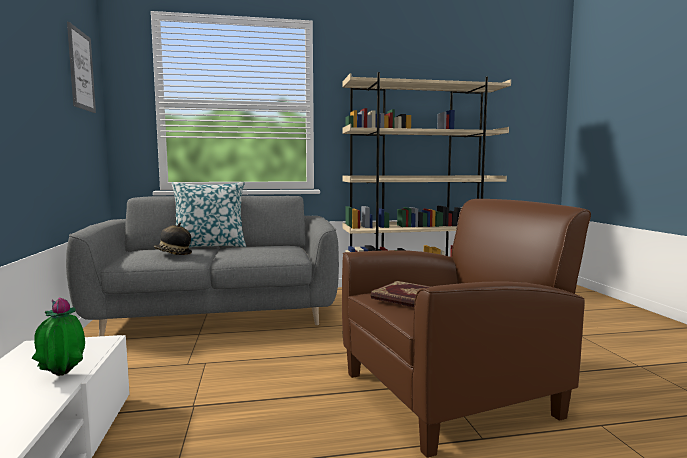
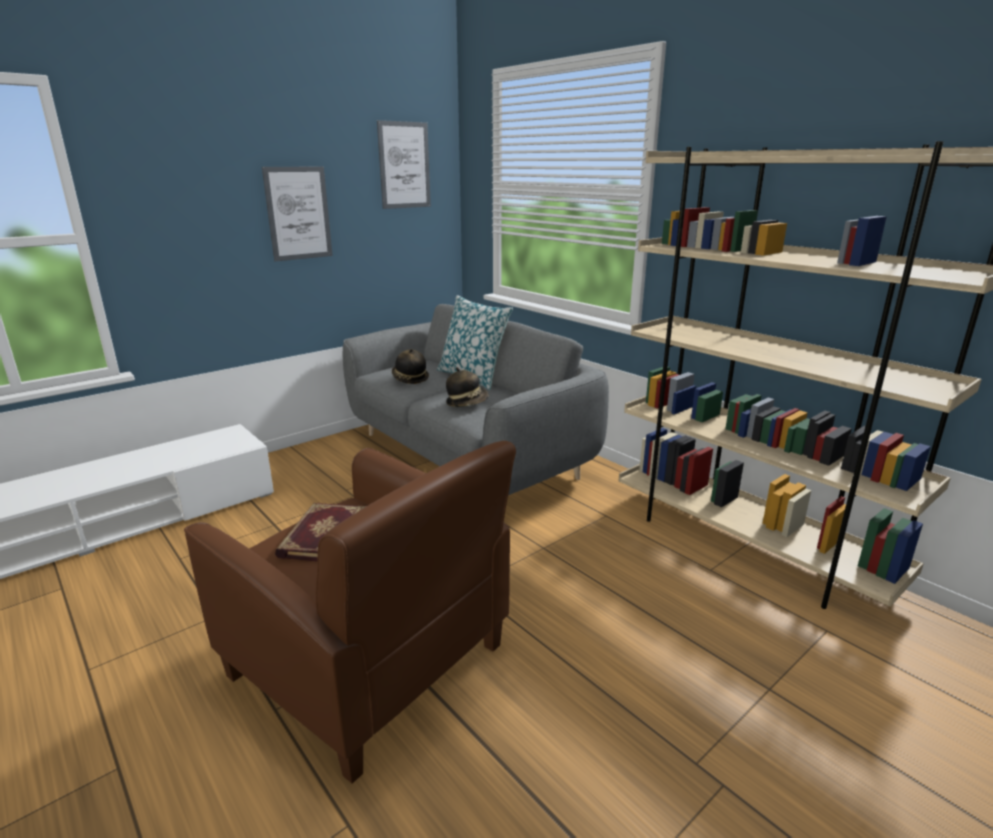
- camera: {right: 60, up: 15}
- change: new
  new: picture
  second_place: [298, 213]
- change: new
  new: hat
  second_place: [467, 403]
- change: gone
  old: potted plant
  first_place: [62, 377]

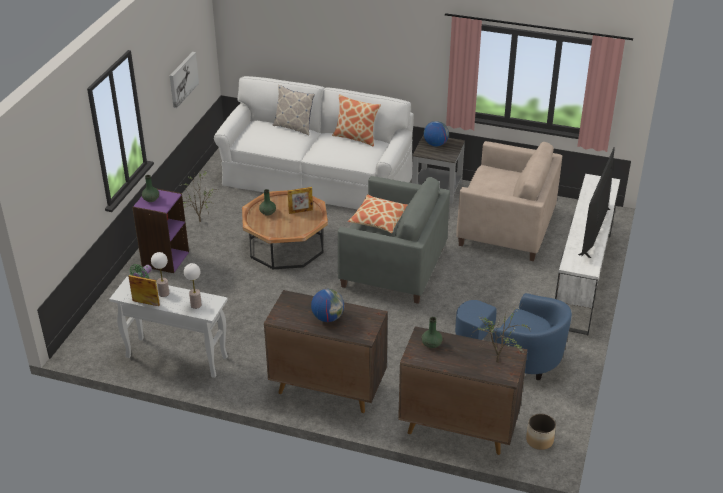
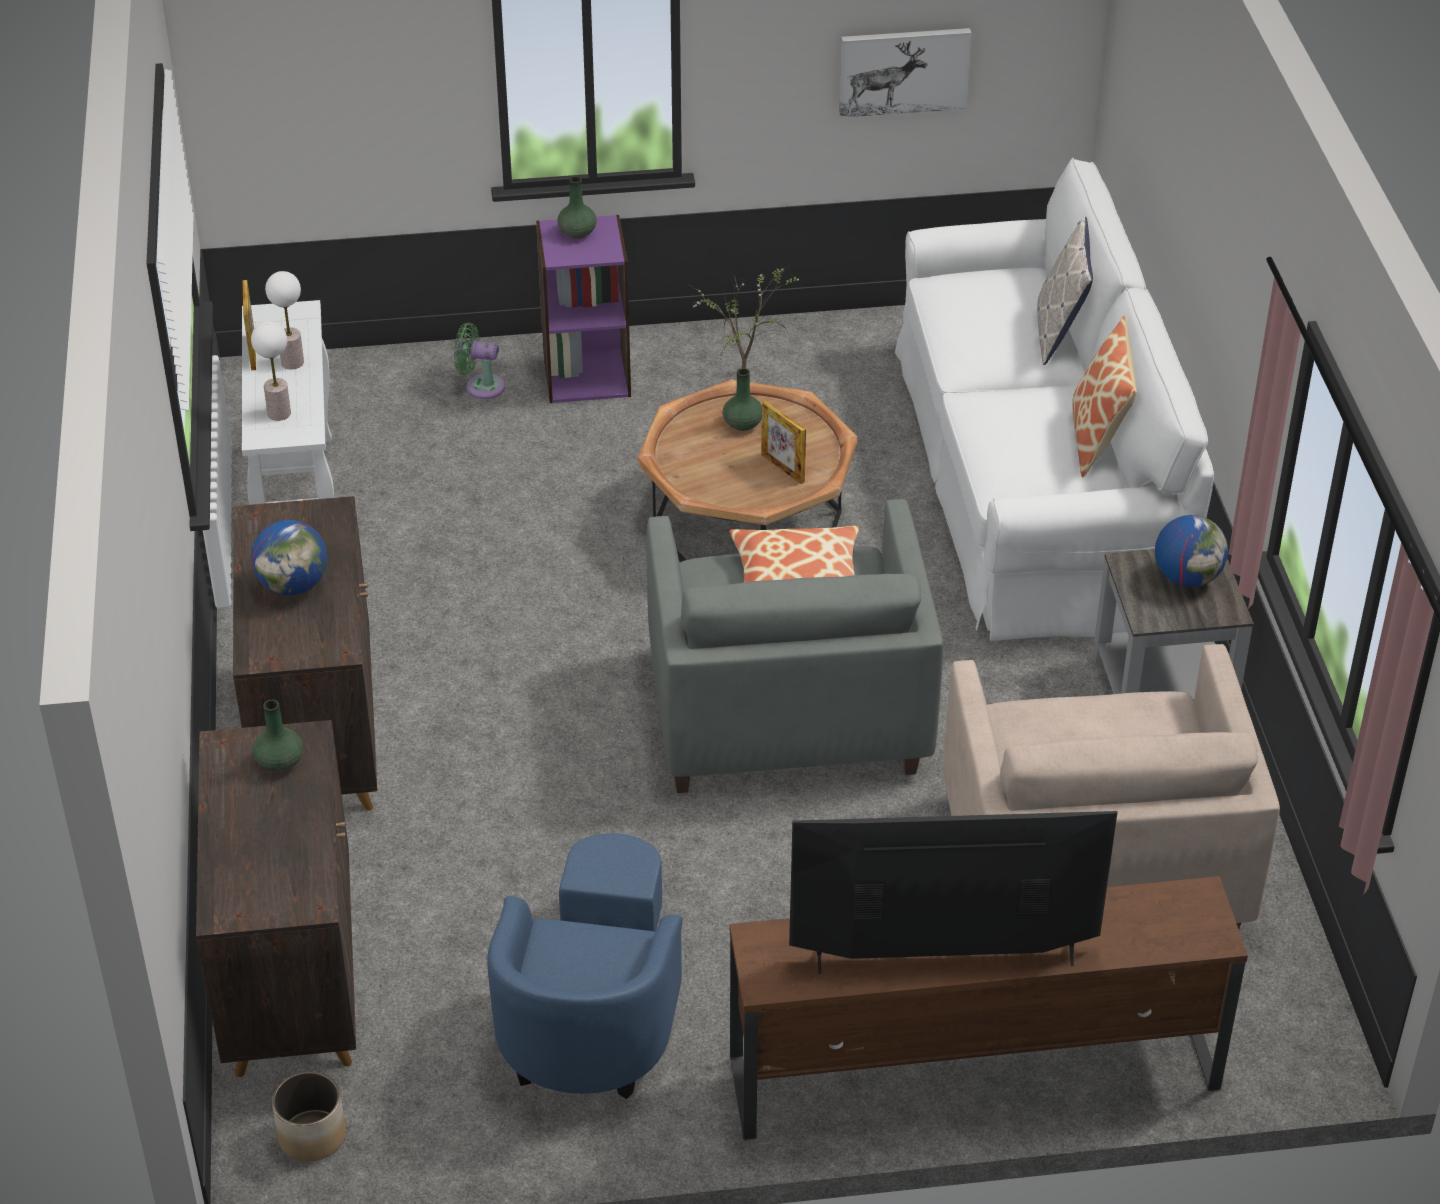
- camera: {right: 65, up: 5}
- change: repainted
  old: tv stand/white
  new: tv stand/brown
  first_place: [581, 279]
  second_place: [971, 1073]
- change: gone
  old: potted plant
  first_place: [497, 363]

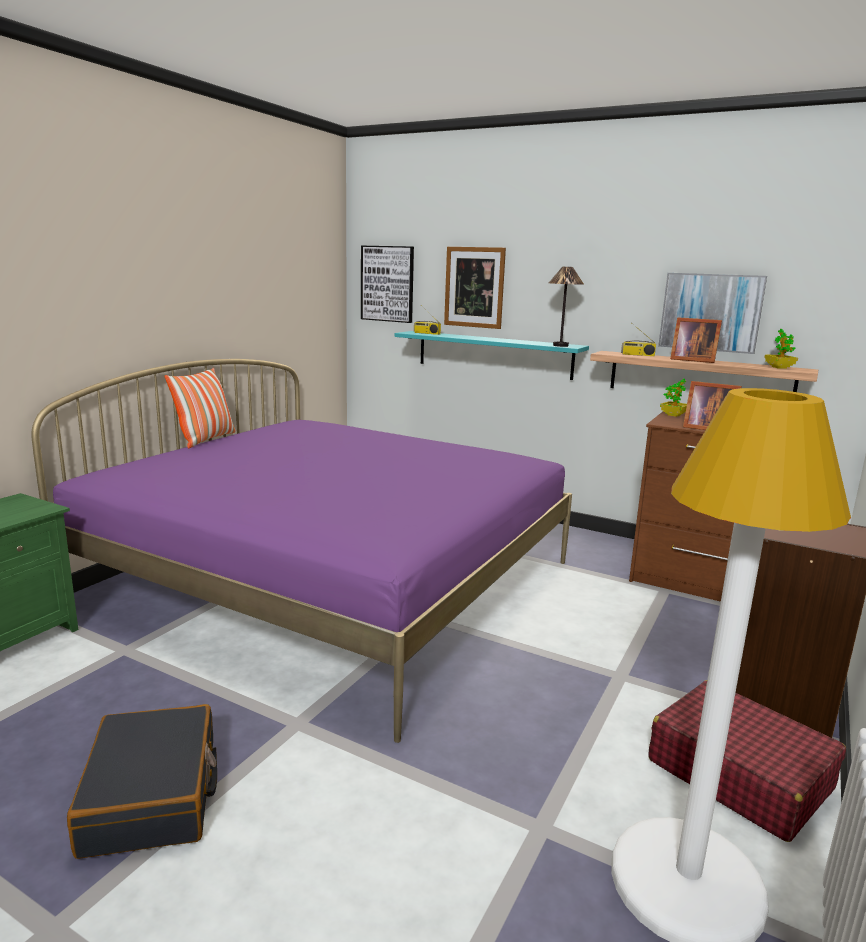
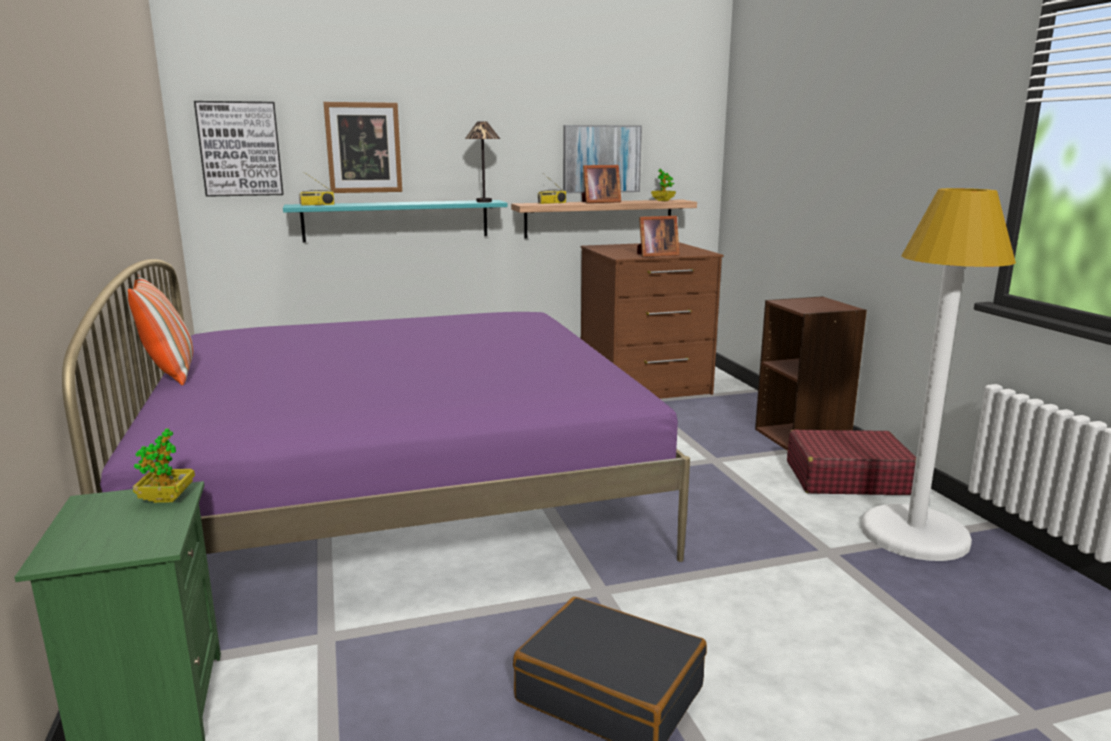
- camera: {right: -45, up: 0}
- change: shifted
  old: potted plant
  first_place: [673, 415]
  second_place: [167, 498]

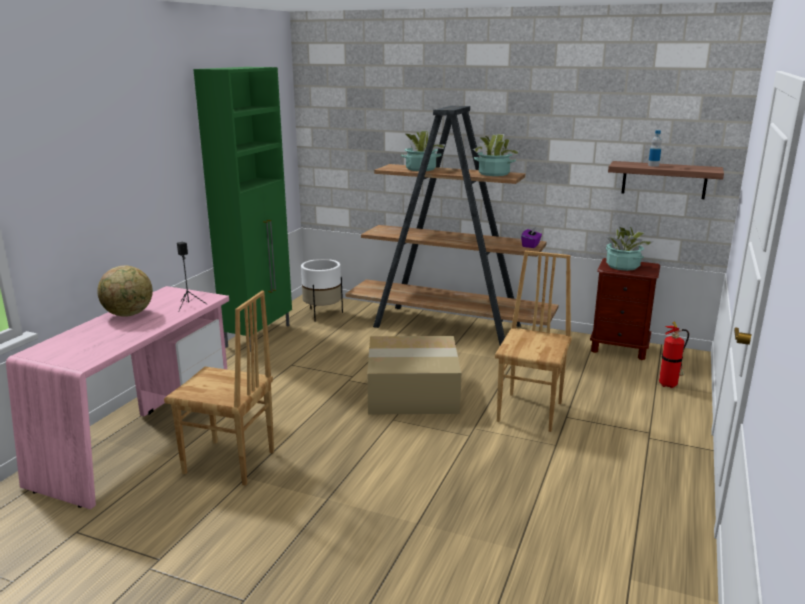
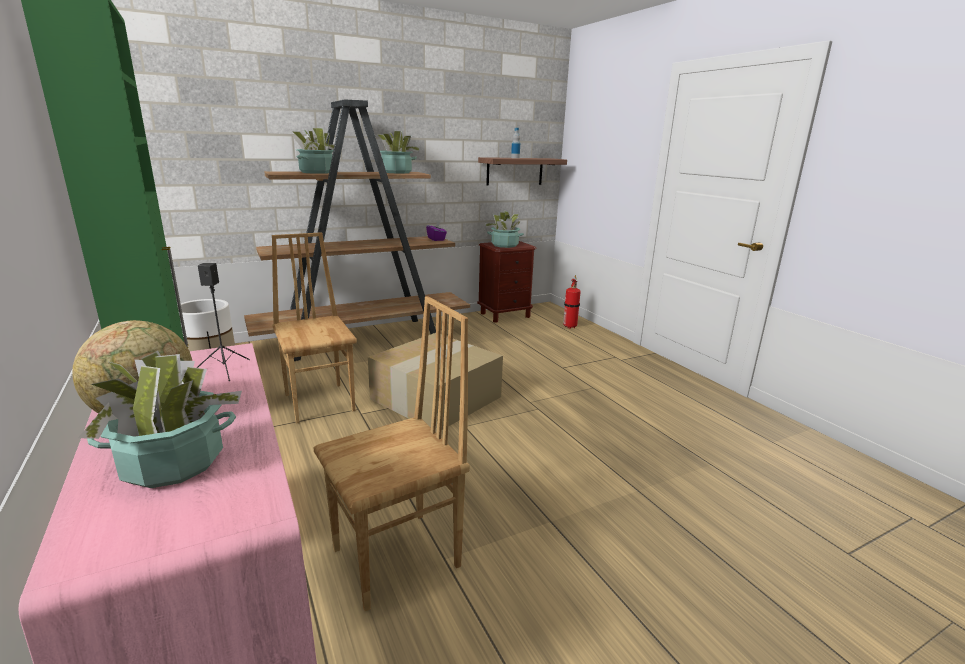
- camera: {right: -50, up: 0}
- change: new
  new: potted plant
  second_place: [172, 463]
- change: shifted
  old: chair/brown
  first_place: [531, 412]
  second_place: [320, 402]

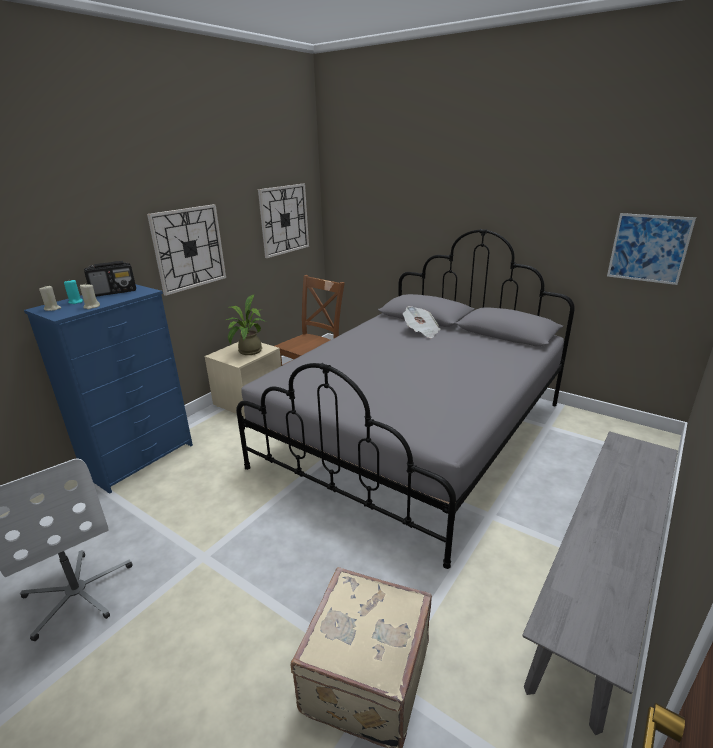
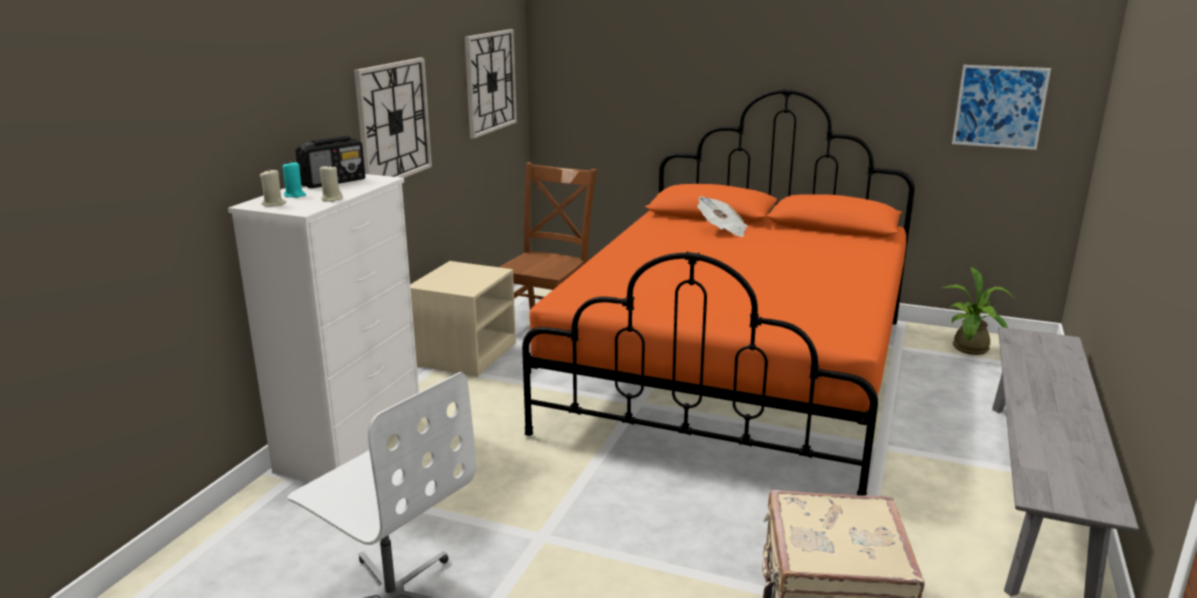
- camera: {right: -15, up: -5}
- change: repainted
  old: dresser/blue
  new: dresser/white
  first_place: [141, 459]
  second_place: [352, 443]
- change: repainted
  old: bed/grey
  new: bed/orange
  first_place: [416, 434]
  second_place: [736, 372]
- change: shifted
  old: potted plant
  first_place: [248, 352]
  second_place: [970, 350]

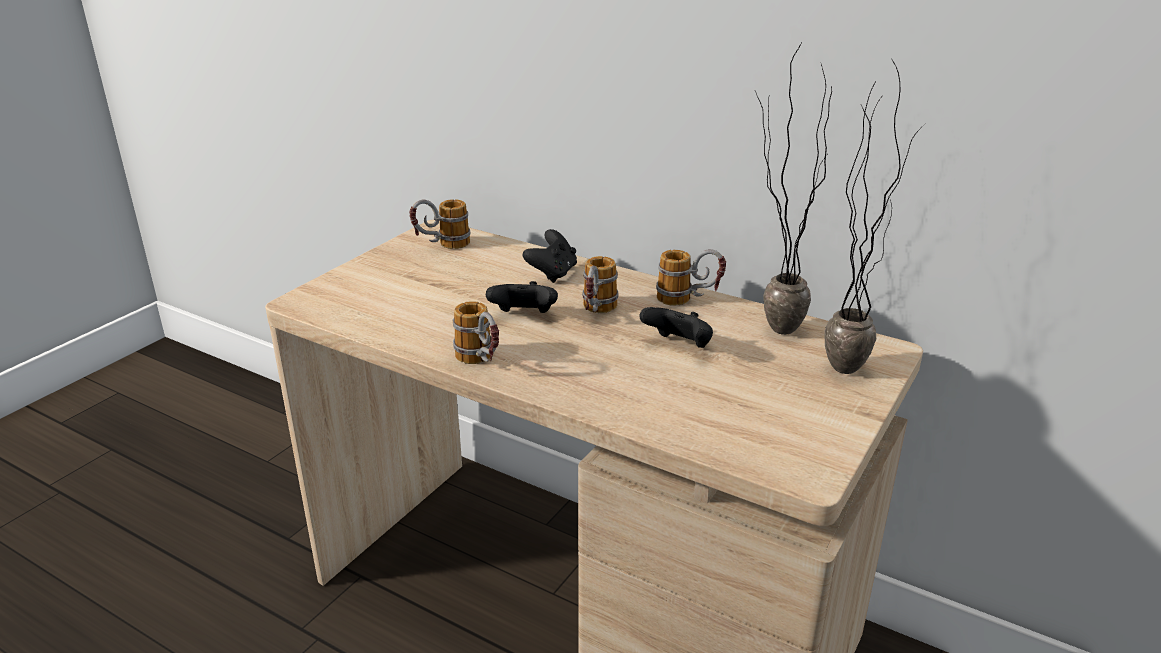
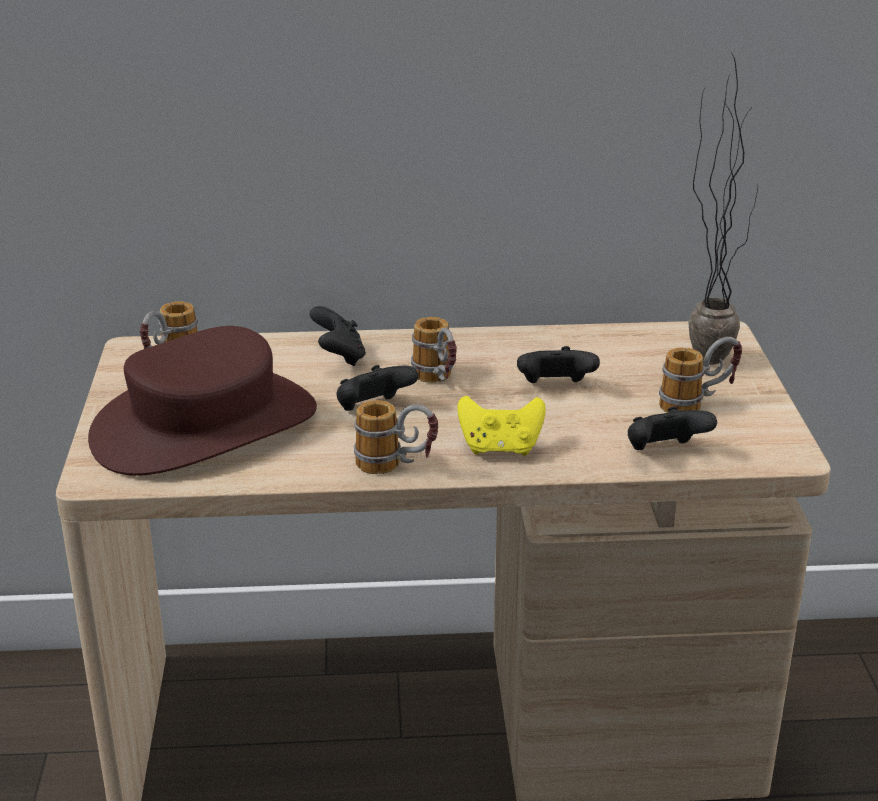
- camera: {right: -35, up: 0}
- change: new
  new: hat/brown
  second_place: [205, 426]
- change: new
  new: game controller/yellow
  second_place: [500, 448]
- change: new
  new: game controller/black
  second_place: [664, 452]
- change: shifted
  old: mug
  first_place: [689, 300]
  second_place: [697, 404]
- change: gone
  old: potted plant
  first_place: [768, 328]

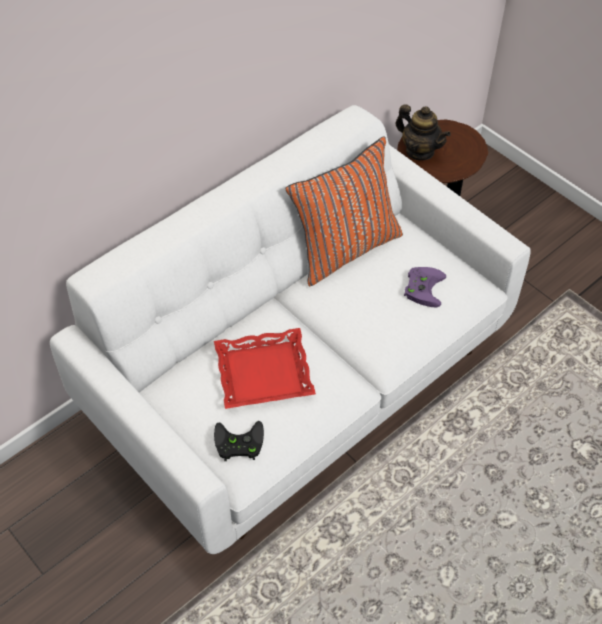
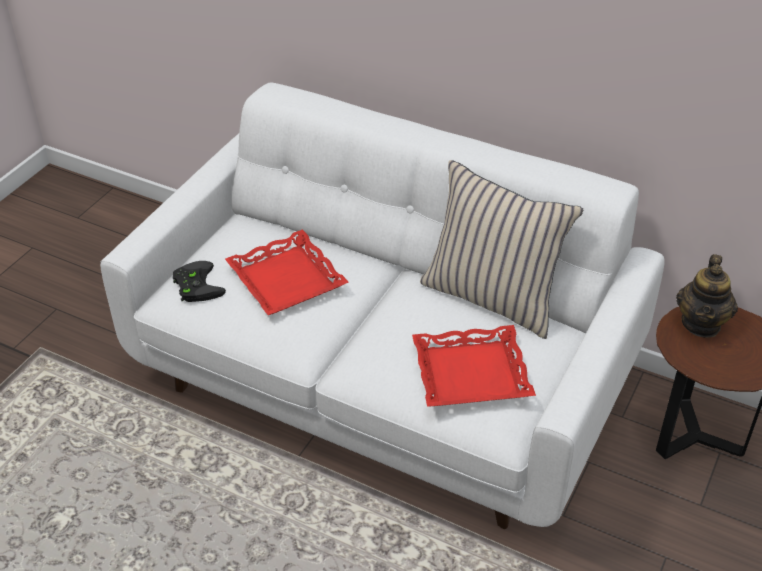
- camera: {right: 70, up: -10}
- change: swapped
  old: game controller/purple
  new: tray/red
  first_place: [422, 287]
  second_place: [471, 373]
- change: repainted
  old: pillow/orange
  new: pillow/beige
  first_place: [345, 248]
  second_place: [492, 297]

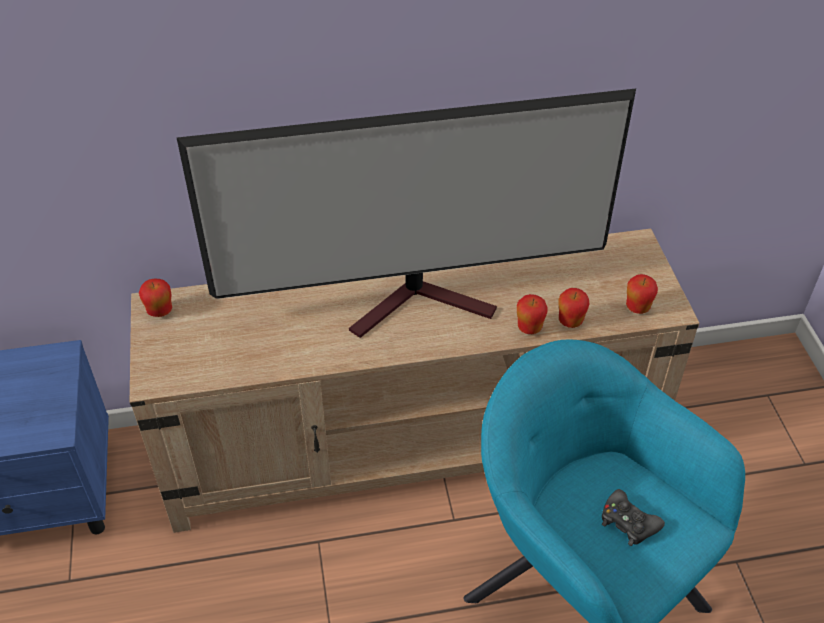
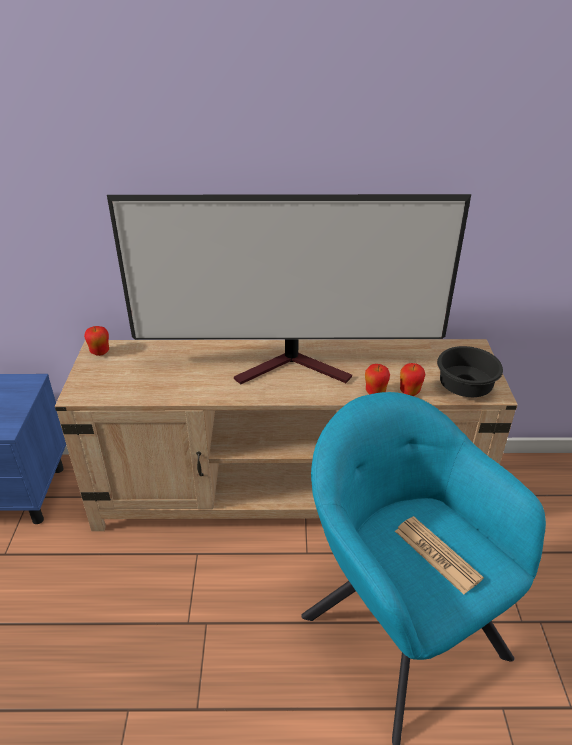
- camera: {right: 10, up: -10}
- change: swapped
  old: game controller/black
  new: newspaper
  first_place: [628, 522]
  second_place: [437, 554]
- change: swapped
  old: apple
  new: bowl/black
  first_place: [637, 308]
  second_place: [466, 388]

